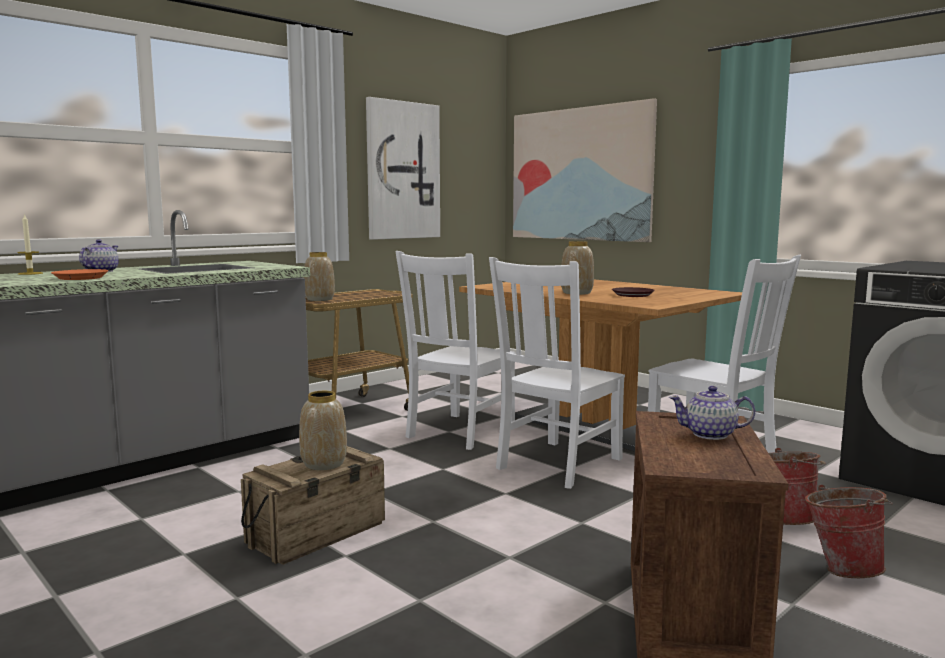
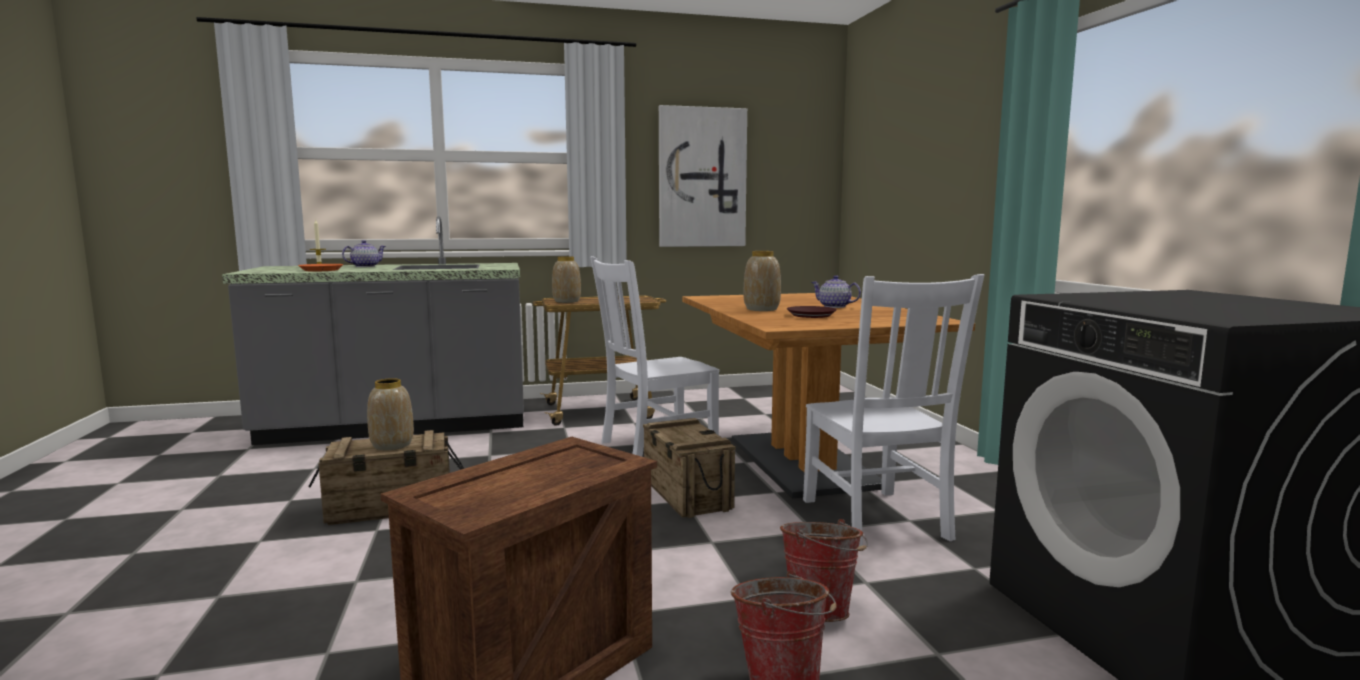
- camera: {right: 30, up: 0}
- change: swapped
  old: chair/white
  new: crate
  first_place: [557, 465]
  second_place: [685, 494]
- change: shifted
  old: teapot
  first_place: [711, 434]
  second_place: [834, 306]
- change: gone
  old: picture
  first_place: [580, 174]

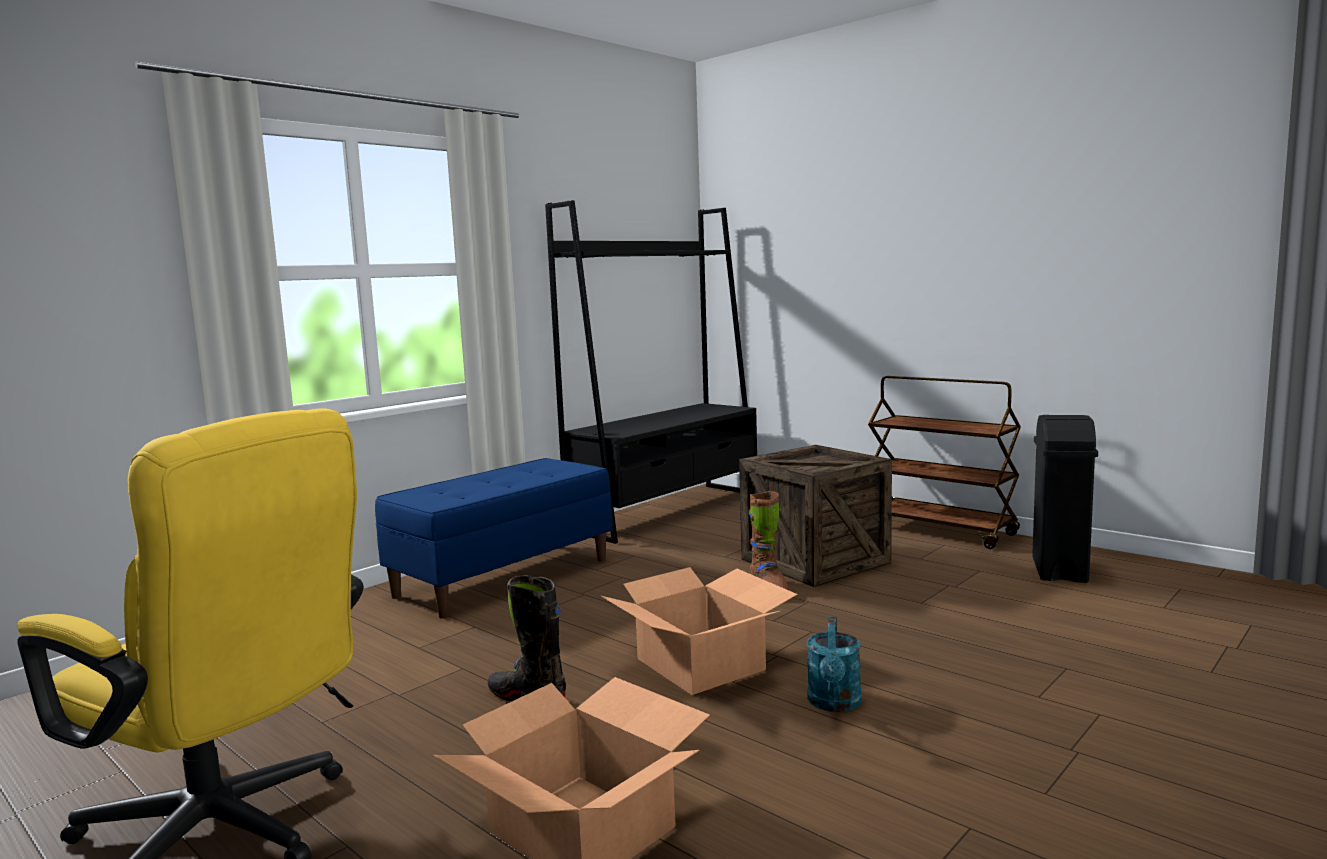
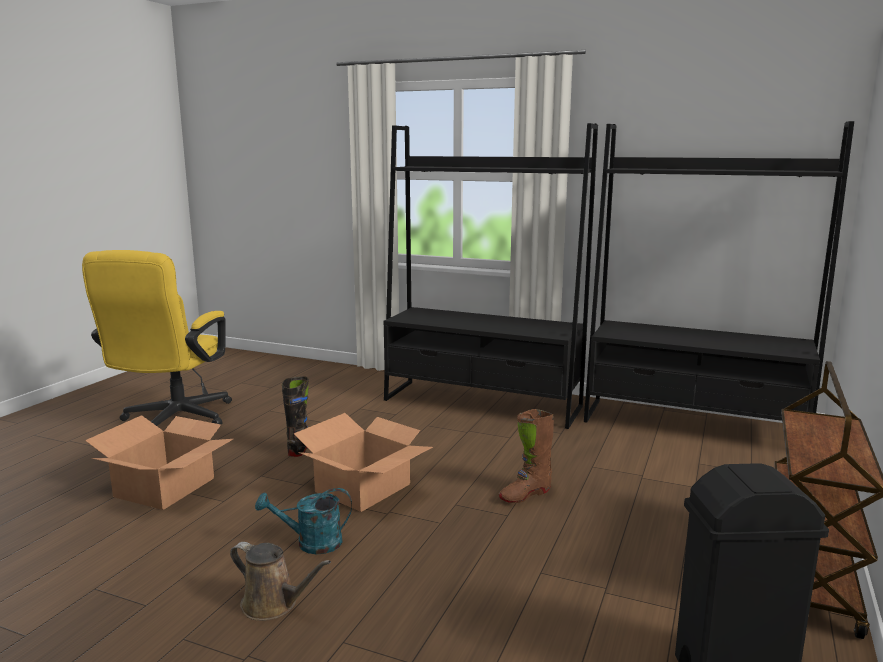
- camera: {right: 70, up: 5}
- change: new
  new: watering can/brown
  second_place: [274, 604]
- change: swapped
  old: bench/blue
  new: bookcase/black
  first_place: [504, 577]
  second_place: [482, 403]
- change: gone
  old: crate
  first_place: [815, 561]

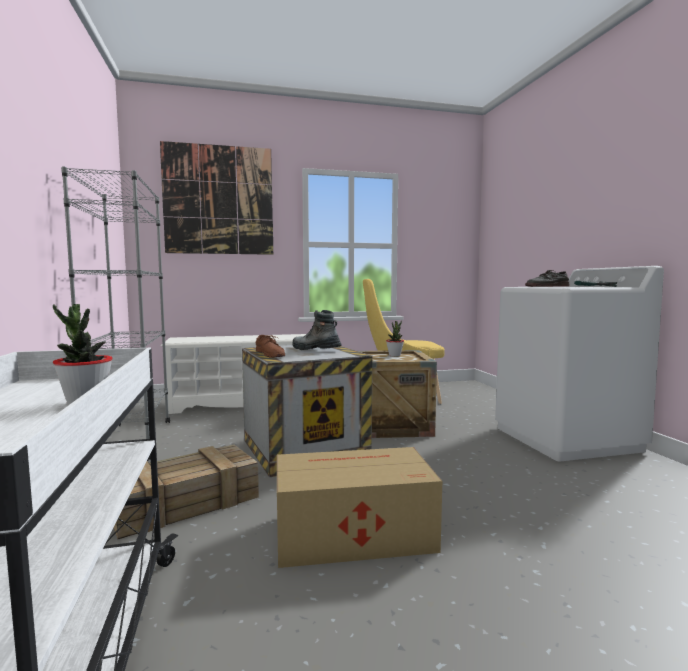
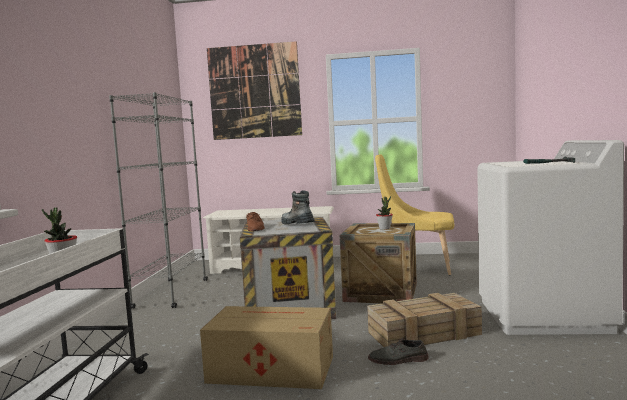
- camera: {right: 20, up: 0}
- change: shifted
  old: crate
  first_place: [186, 502]
  second_place: [425, 333]
- change: shifted
  old: shoe/grey
  first_place: [547, 286]
  second_place: [398, 360]

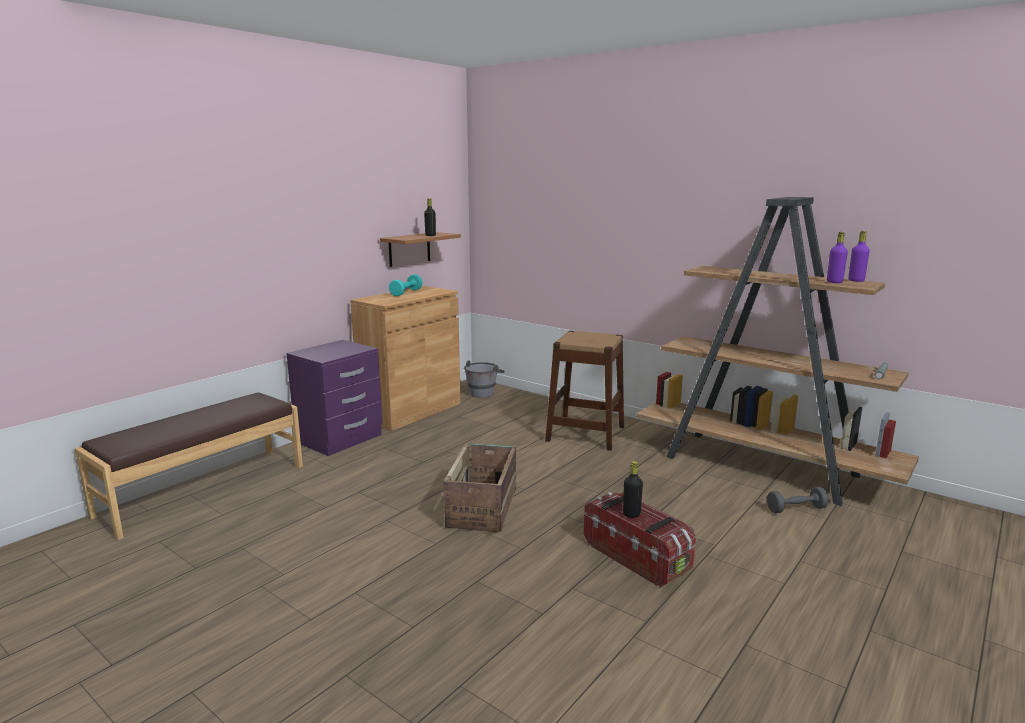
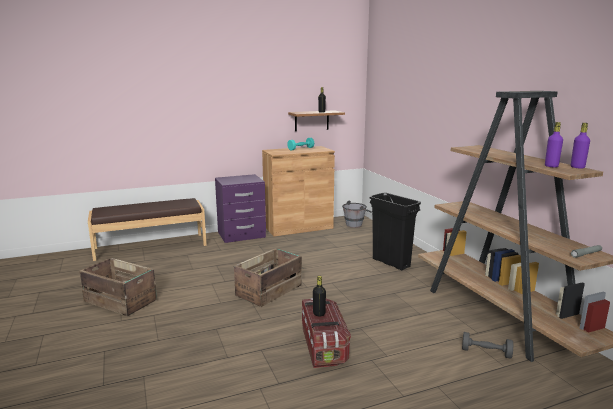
- camera: {right: 30, up: 0}
- change: new
  new: crate
  second_place: [121, 301]
- change: swapped
  old: stool/brown
  new: trash can/black
  first_place: [585, 433]
  second_place: [391, 263]

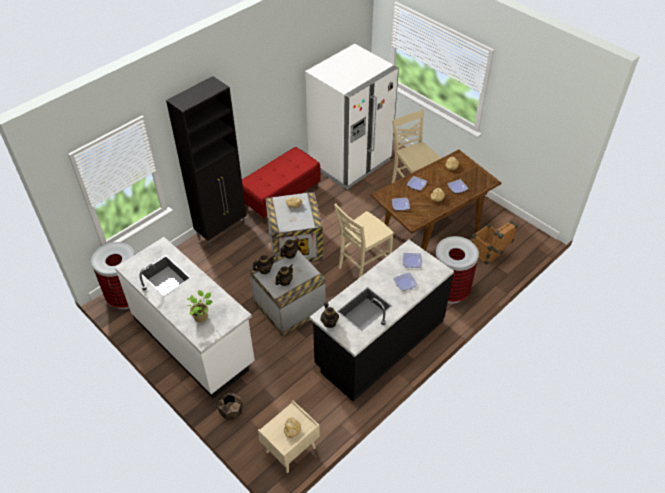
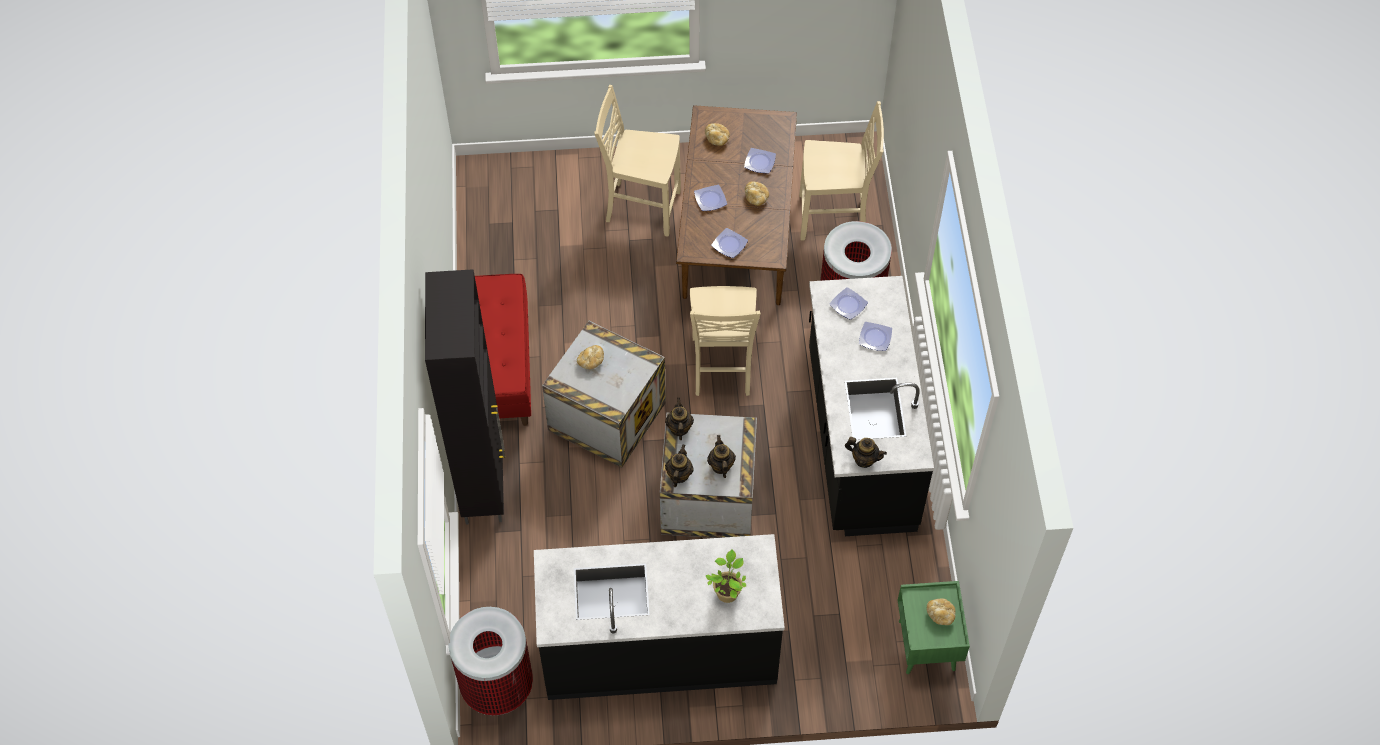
- camera: {right: -50, up: 10}
- change: repainted
  old: counter/white
  new: counter/black
  first_place: [194, 340]
  second_place: [659, 648]
- change: swapped
  old: crate
  new: chair/beige
  first_place: [488, 254]
  second_place: [834, 218]
- change: repainted
  old: nightstand/beige
  new: nightstand/green
  first_place: [290, 450]
  second_place: [927, 646]
- change: gone
  old: planter/brown
  first_place: [231, 412]
- change: gone
  old: fridge/white
  first_place: [350, 162]

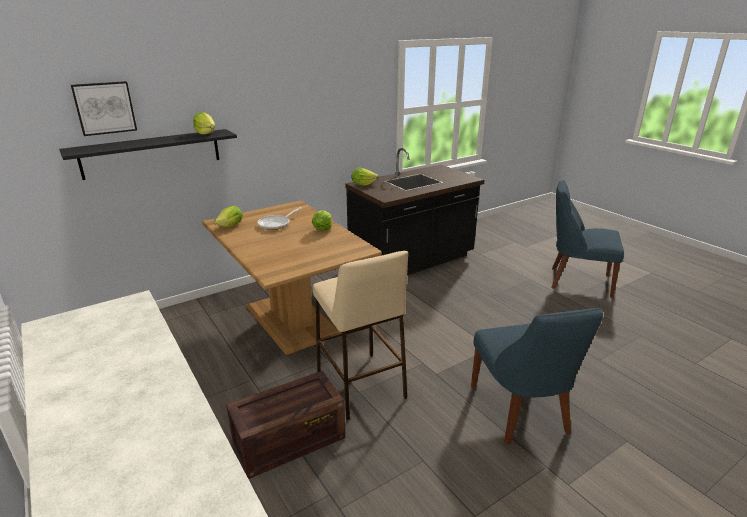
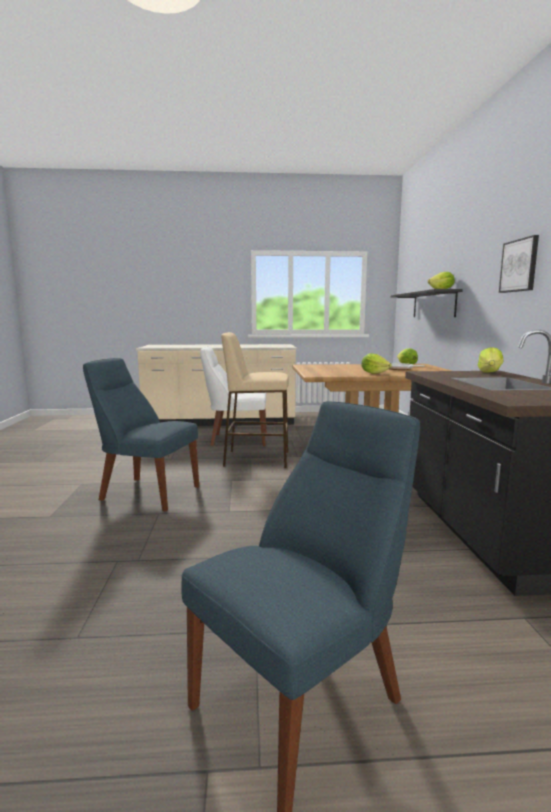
- camera: {right: 120, up: -15}
- change: swapped
  old: crate
  new: chair/white
  first_place: [288, 442]
  second_place: [236, 439]
- change: shifted
  old: picture
  first_place: [105, 108]
  second_place: [519, 265]

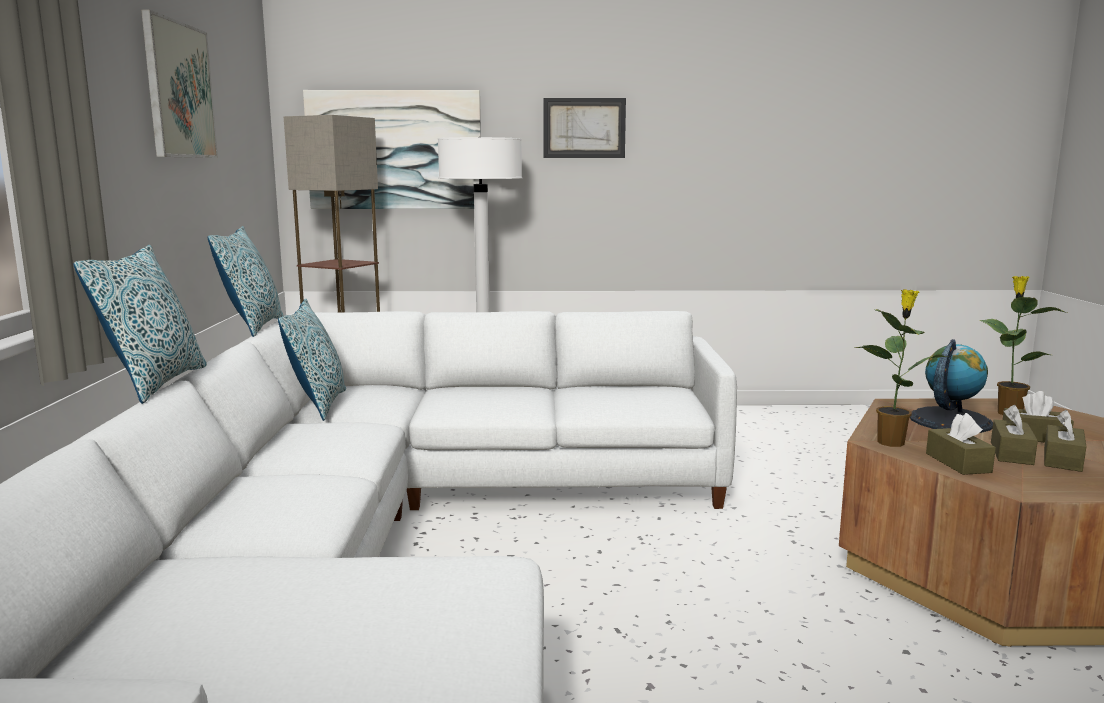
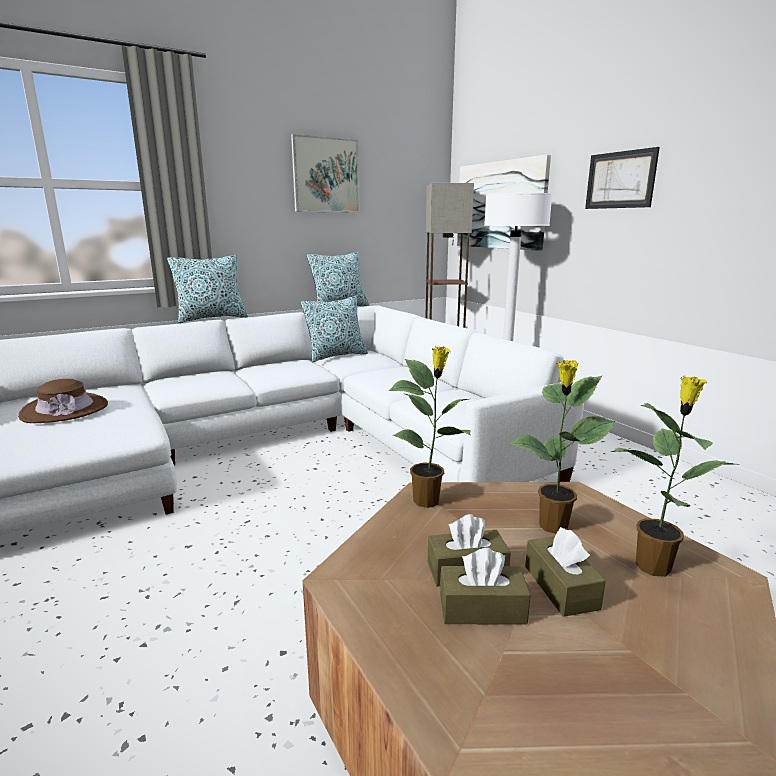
- camera: {right: 60, up: 5}
- change: new
  new: hat/brown
  second_place: [65, 409]
- change: swapped
  old: globe
  new: potted plant
  first_place: [950, 420]
  second_place: [553, 527]
- change: gone
  old: tissue box/brown
  first_place: [958, 463]

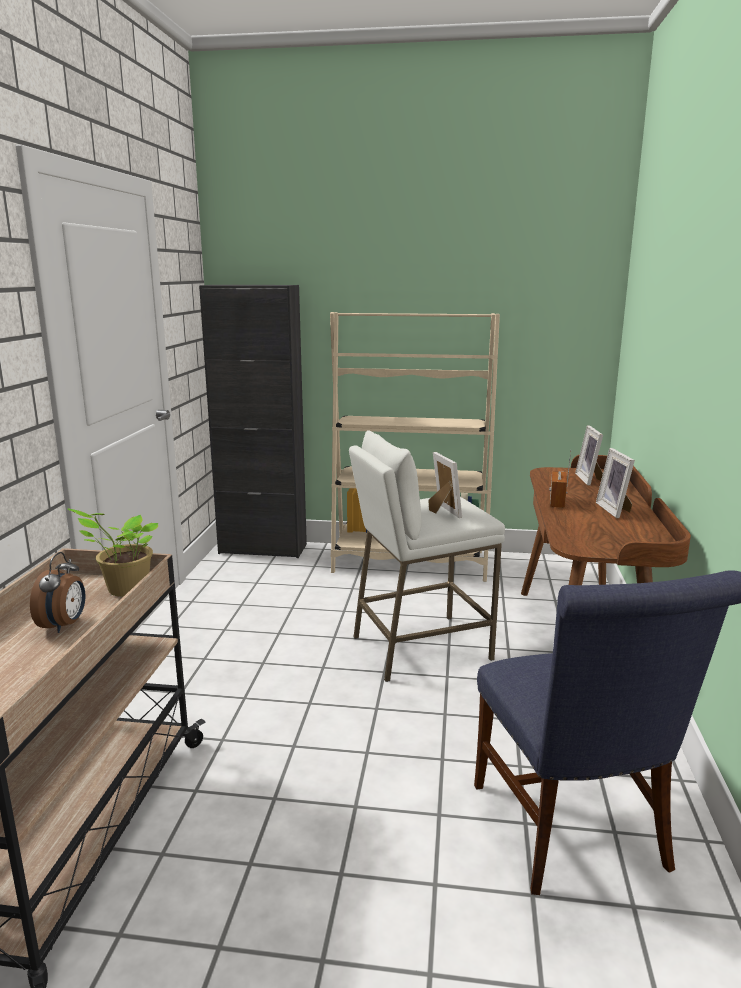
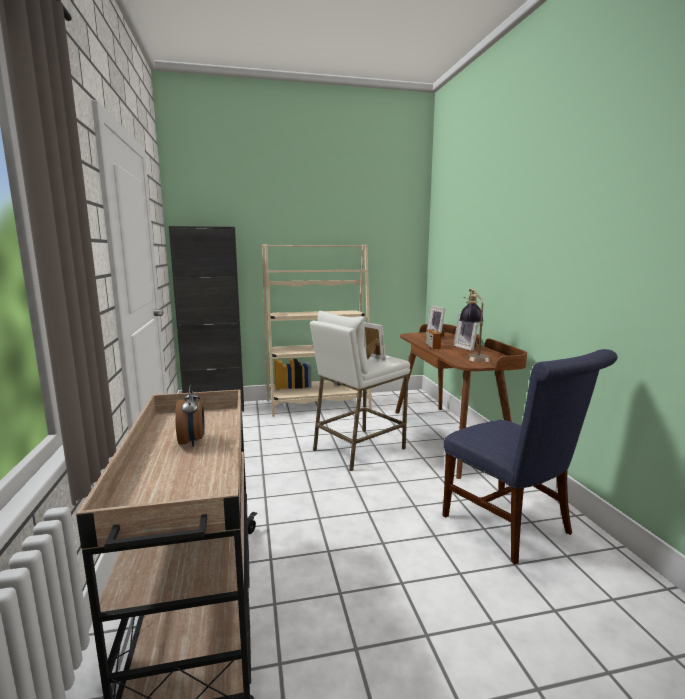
- camera: {right: -20, up: -5}
- change: new
  new: table lamp
  second_place: [473, 356]
- change: gone
  old: potted plant
  first_place: [124, 589]

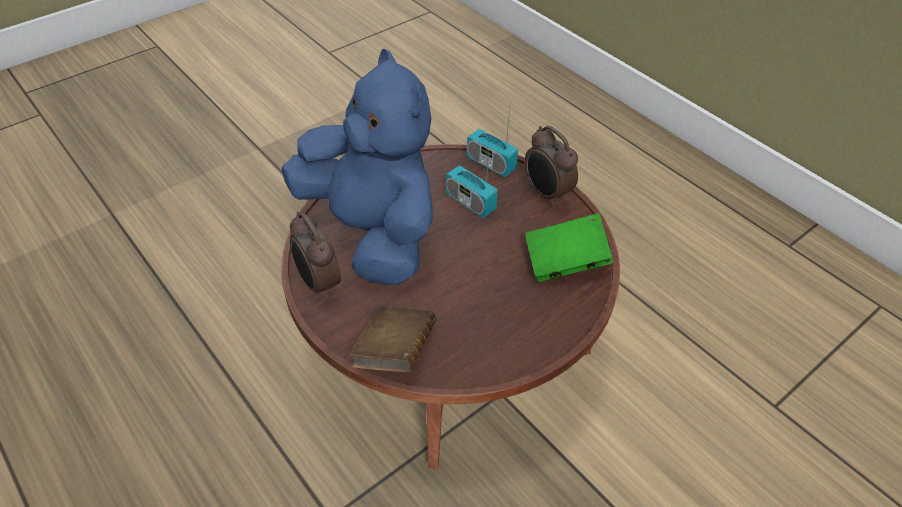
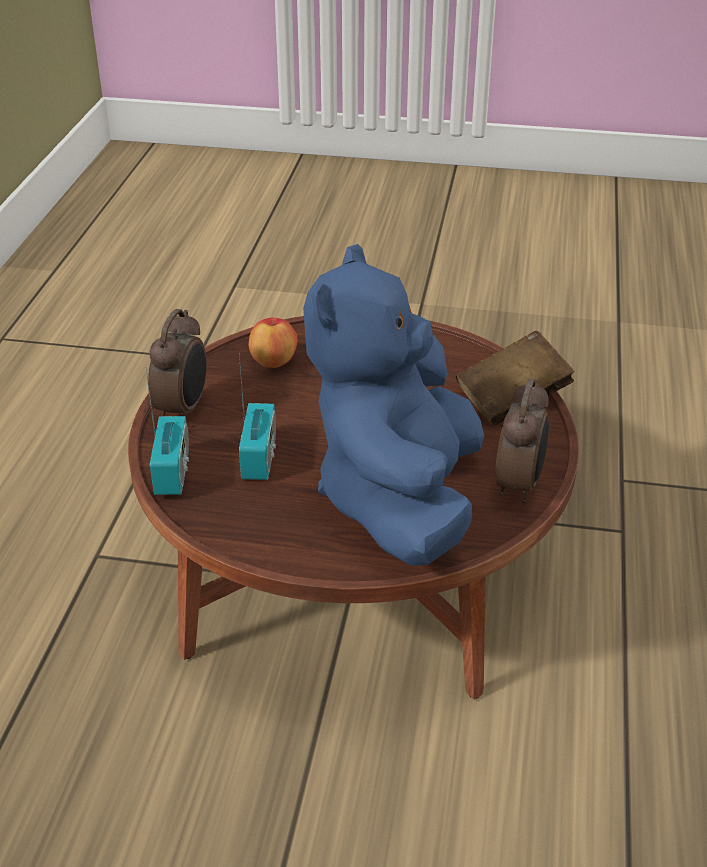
- camera: {right: -130, up: -10}
- change: swapped
  old: book/green
  new: apple
  first_place: [565, 261]
  second_place: [273, 362]

